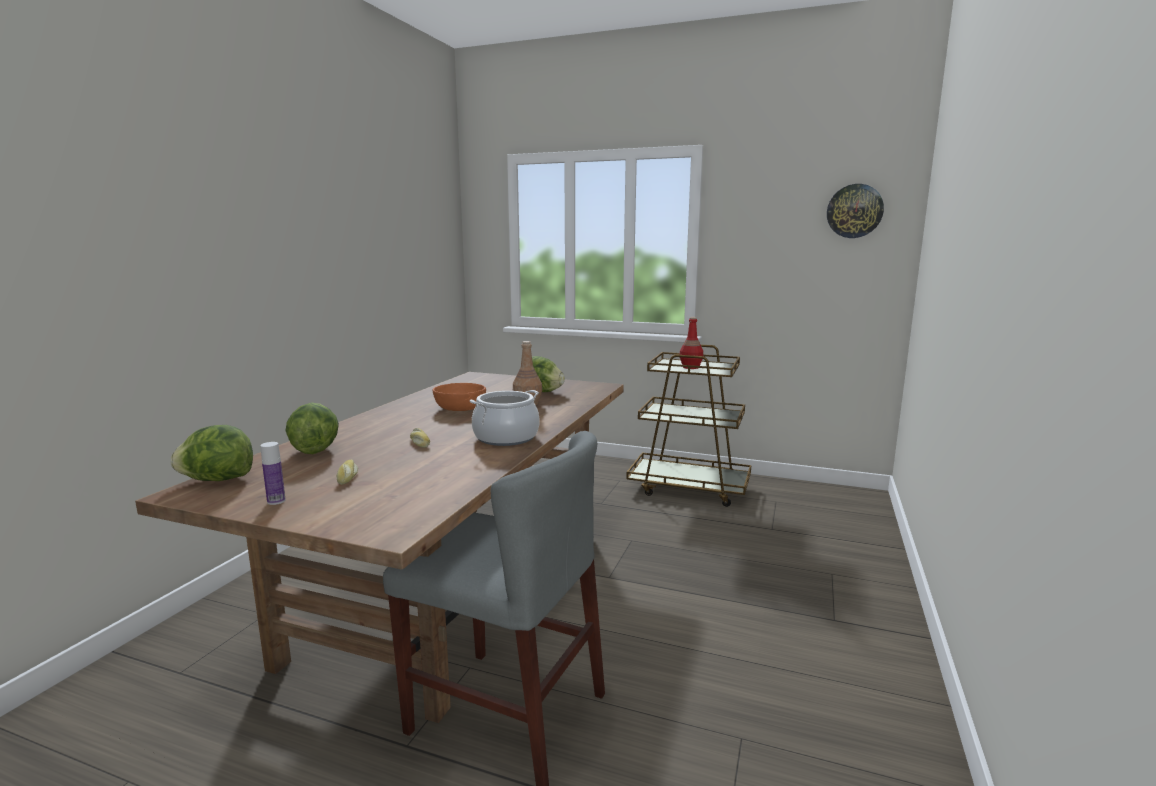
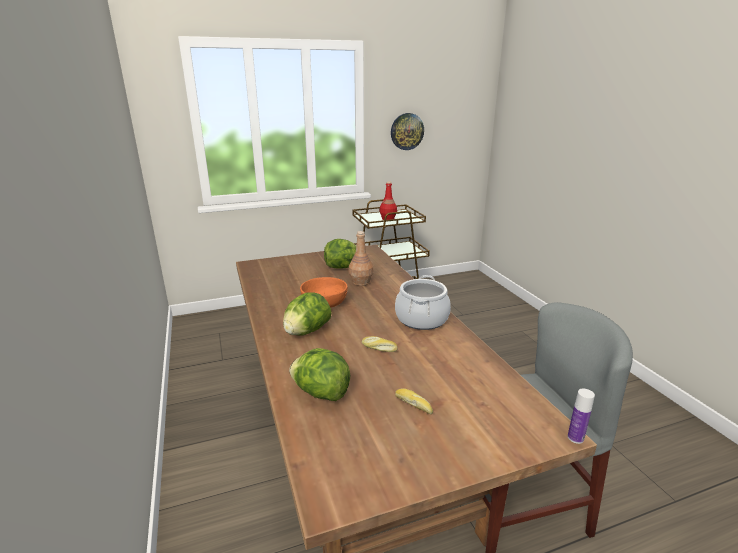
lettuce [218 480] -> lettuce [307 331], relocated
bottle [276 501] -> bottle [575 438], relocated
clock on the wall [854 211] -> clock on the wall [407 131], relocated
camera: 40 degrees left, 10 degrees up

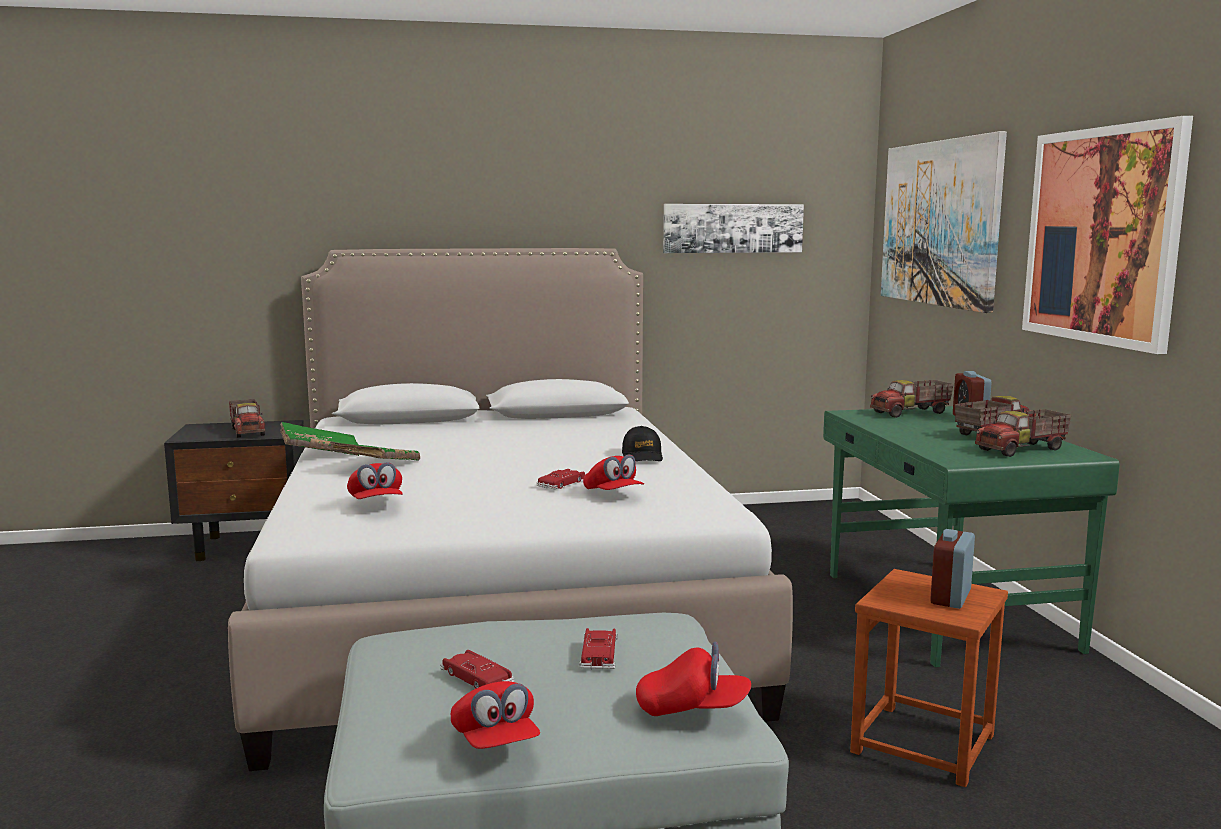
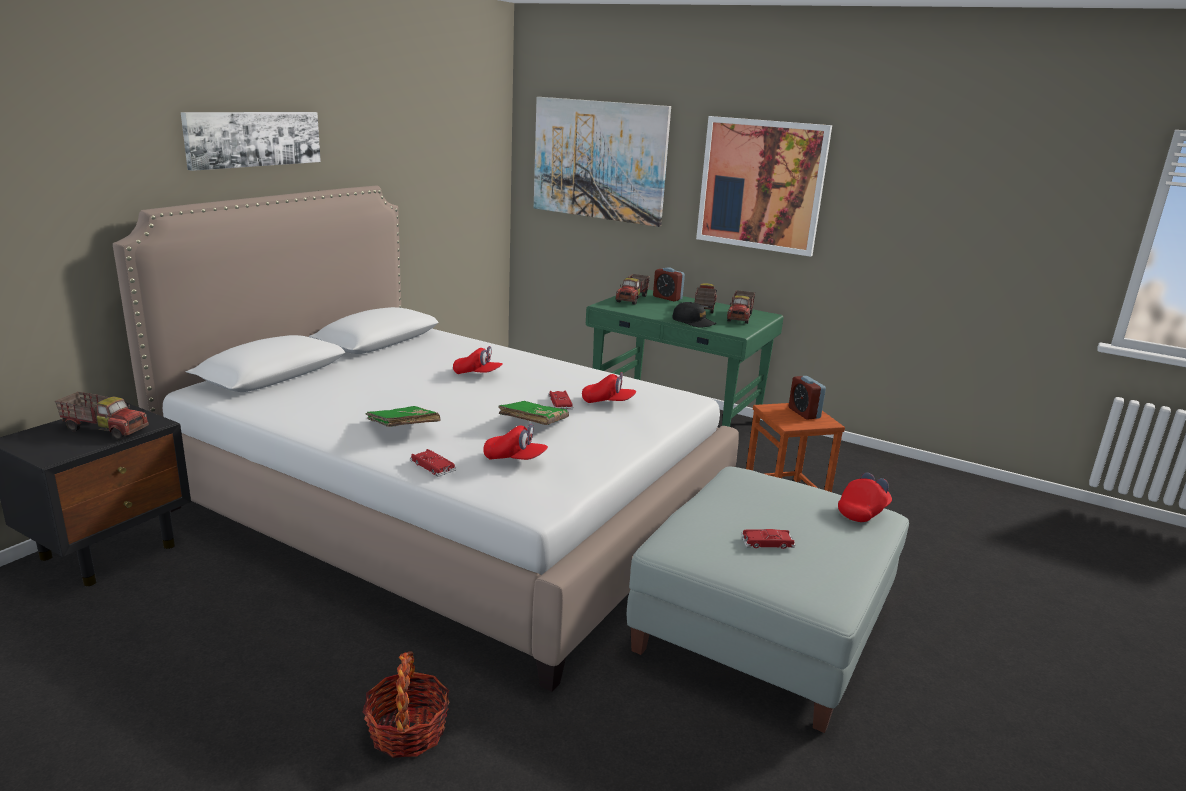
green volume [320 453] -> green volume [533 424], relocated
red-coloured baseball cap [495 742] -> red-coloured baseball cap [477 374], relocated
red-coloured miniature car [599 655] -> red-coloured miniature car [432 466], relocated
blackish baseball cap [642 456] -> blackish baseball cap [693 322], relocated
wall picture [732 228] -> wall picture [254 139], relocated
none -> basket [407 731]
camera: 50 degrees left, 10 degrees up

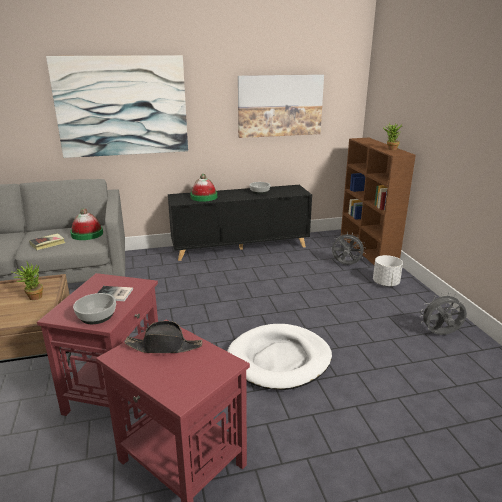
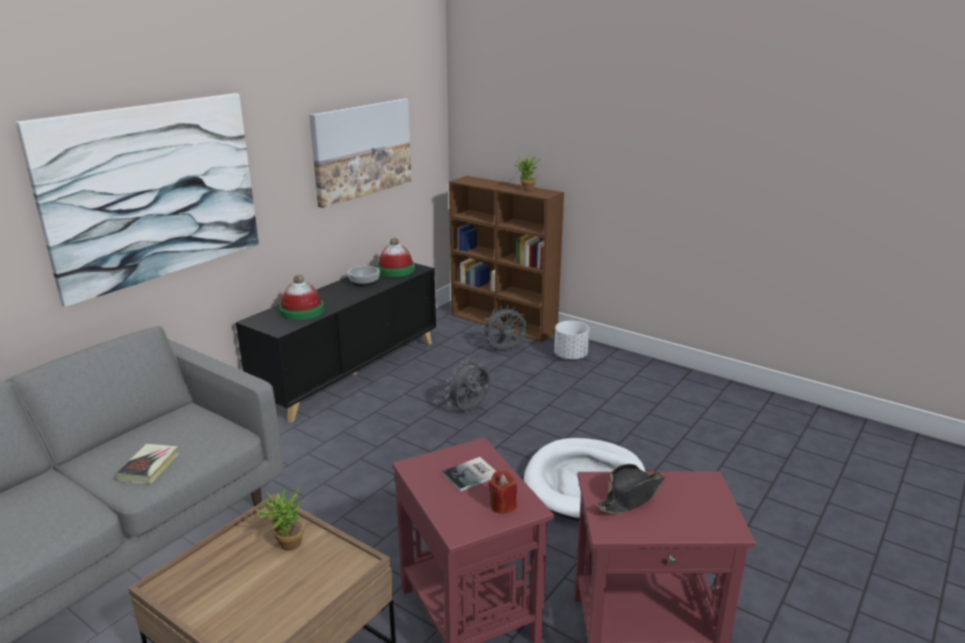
wearable hat [87 234] -> wearable hat [395 270], relocated
bowl [96 315] -> red-coloured wax light [503 505]
grey cooling fan [440 334] -> grey cooling fan [470 409], relocated
camera: 40 degrees left, 0 degrees up

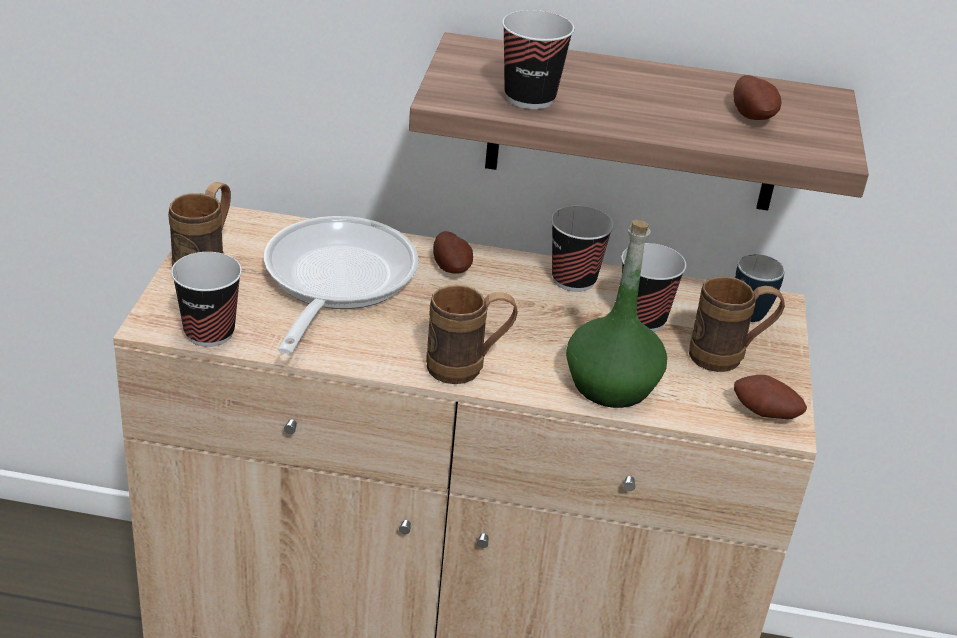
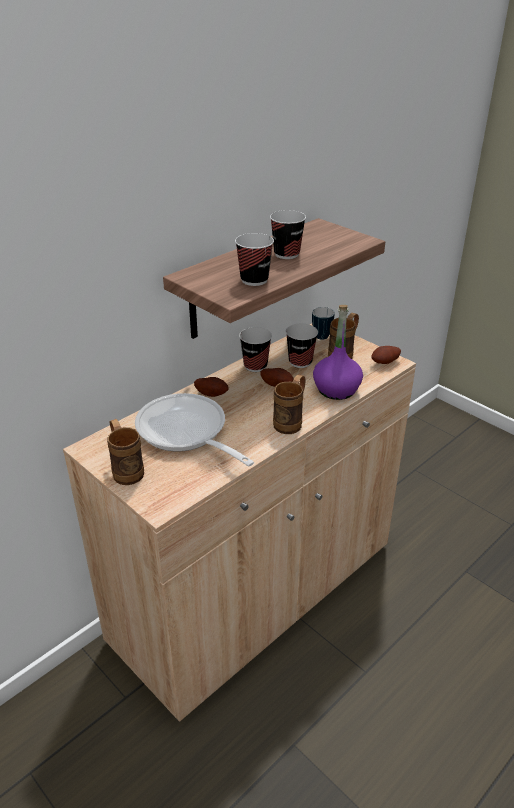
small cup [209 332] -> small cup [286 254], relocated
green bottle [611 384] -> purple-coloured bottle [336 389]
potato [753 116] -> potato [277 384], relocated
camera: 50 degrees left, 0 degrees up

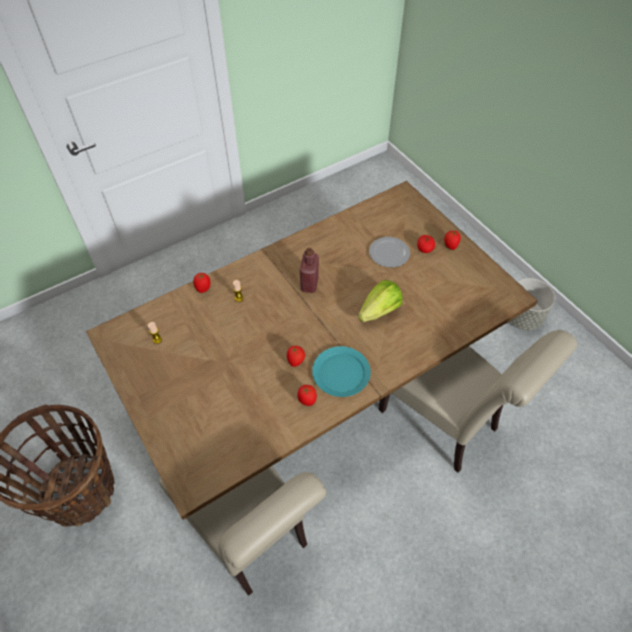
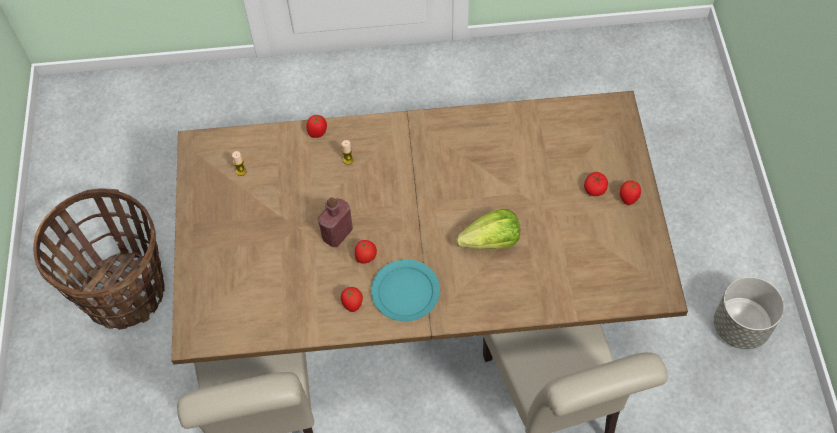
red-coloured bottle [309 284] -> red-coloured bottle [337 234], relocated
dinner plate [389 254] -> none
camera: 30 degrees right, 5 degrees up

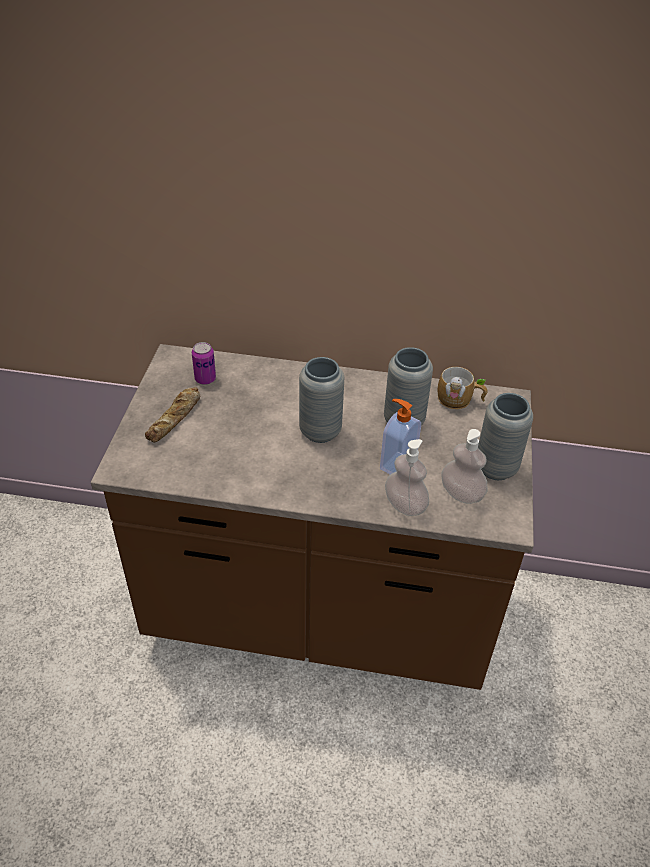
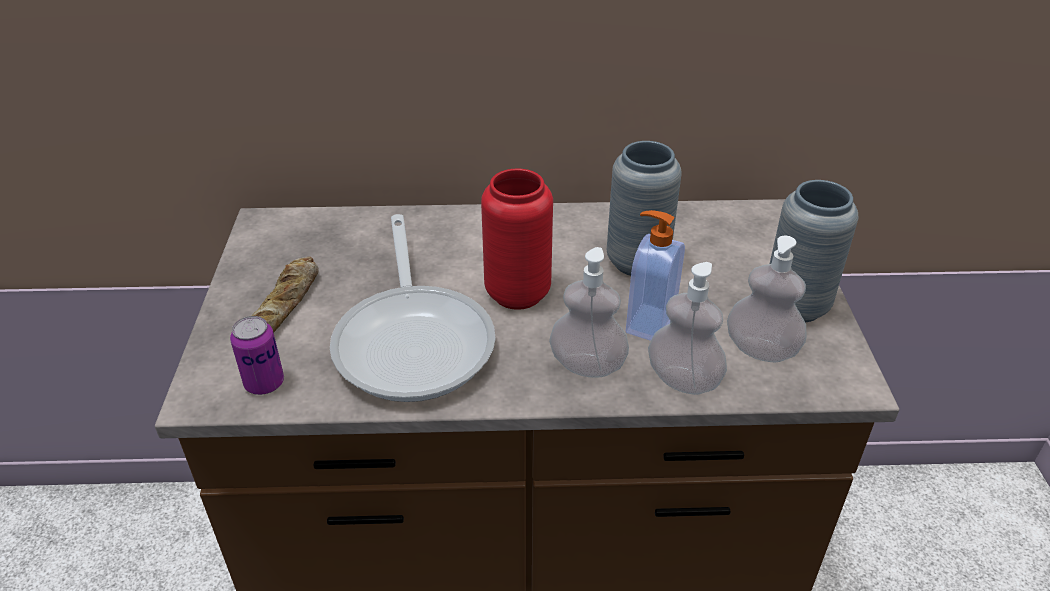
can [205 379] -> can [264 383], relocated
grey decorative vase [320 431] -> red-coloured decorative vase [517 294]
mug [460 400] -> none
none -> frying pan [415 340]
none -> liquid soap bottle [587 365]
camera: 10 degrees left, 5 degrees down

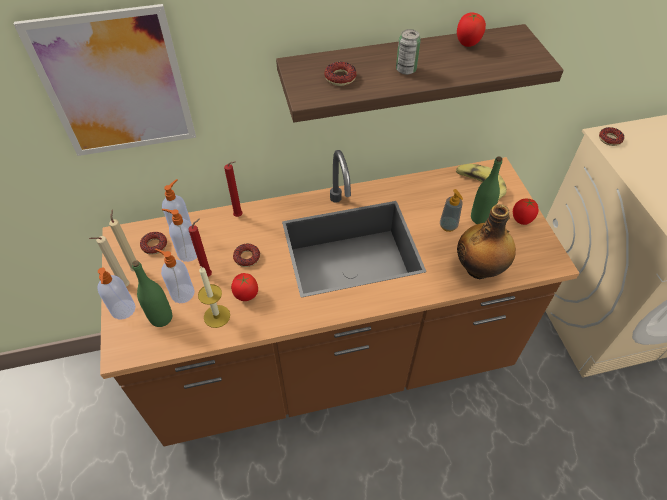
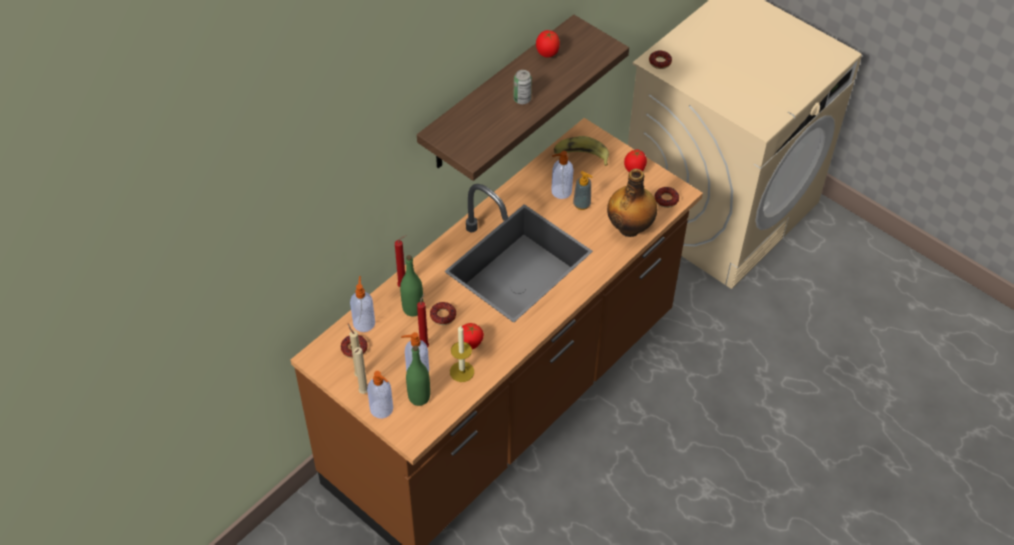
wall picture [116 85] -> none
liquid soap bottle [187 253] -> liquid soap bottle [560 191], relocated
ring doughnut [340 78] -> ring doughnut [666 199], relocated
green bottle [480 218] -> green bottle [413 309], relocated
camera: 35 degrees left, 0 degrees up

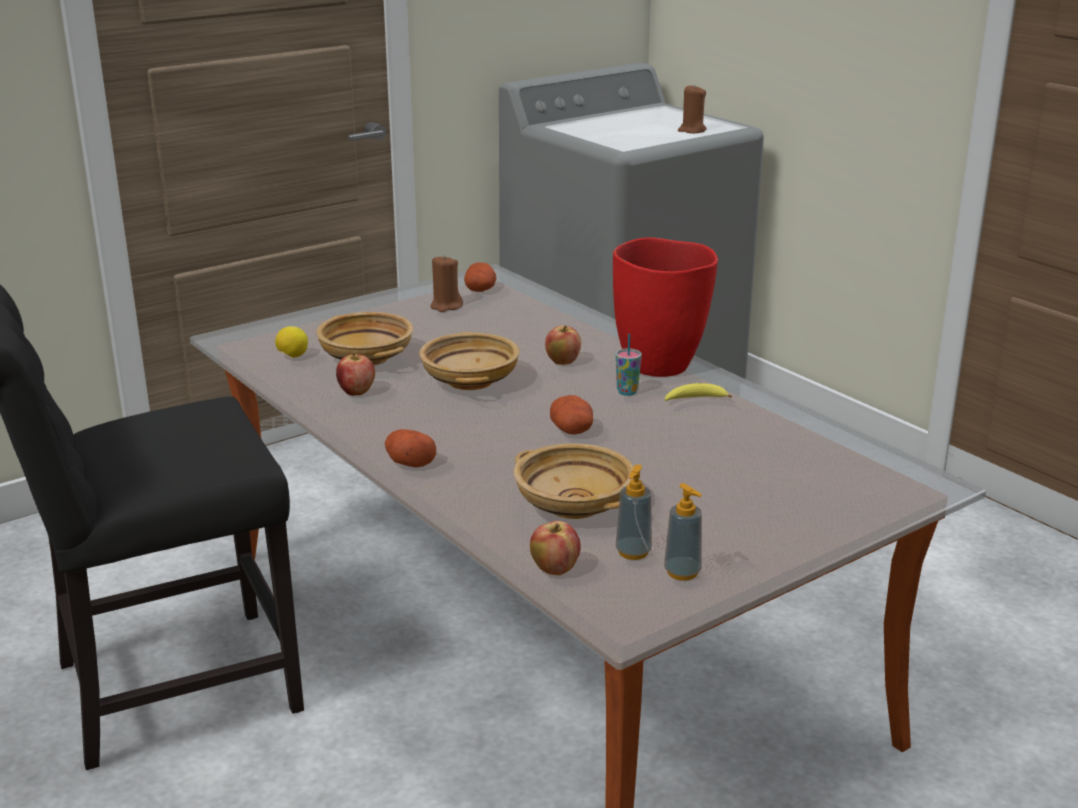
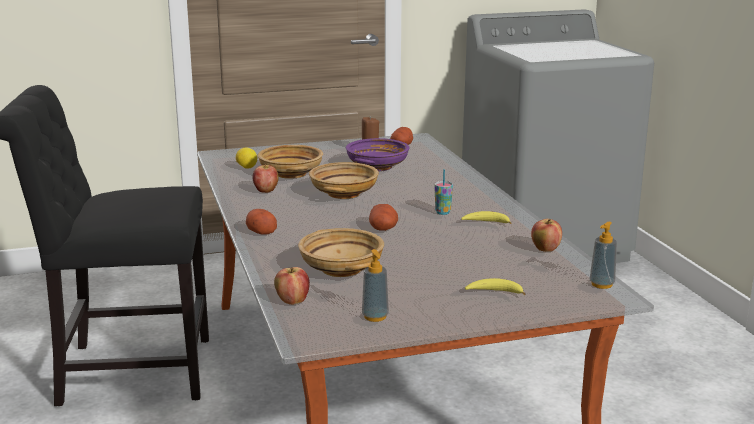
whole apple [562 362] -> whole apple [545 249], relocated
red-coloured decorative vase [659 365] -> none
liquid soap bottle [633 552] -> liquid soap bottle [601 284], relocated
brown wax light [692 130] -> none
none -> purple-coloured bowl [377 167]
none -> whole banana [494 292]
camera: 20 degrees right, 5 degrees down

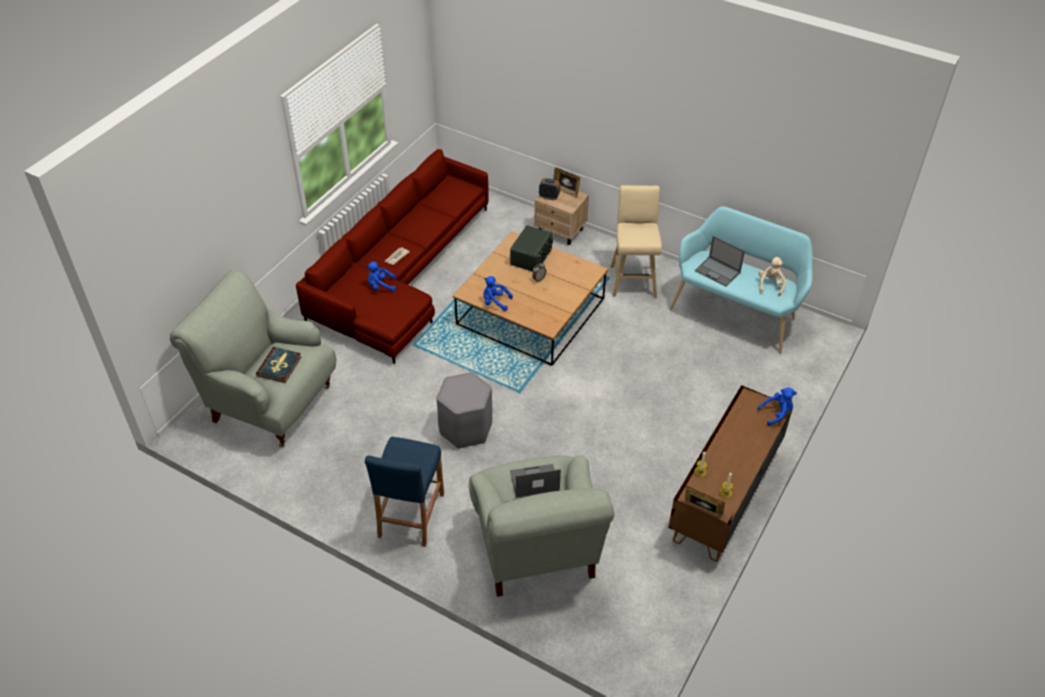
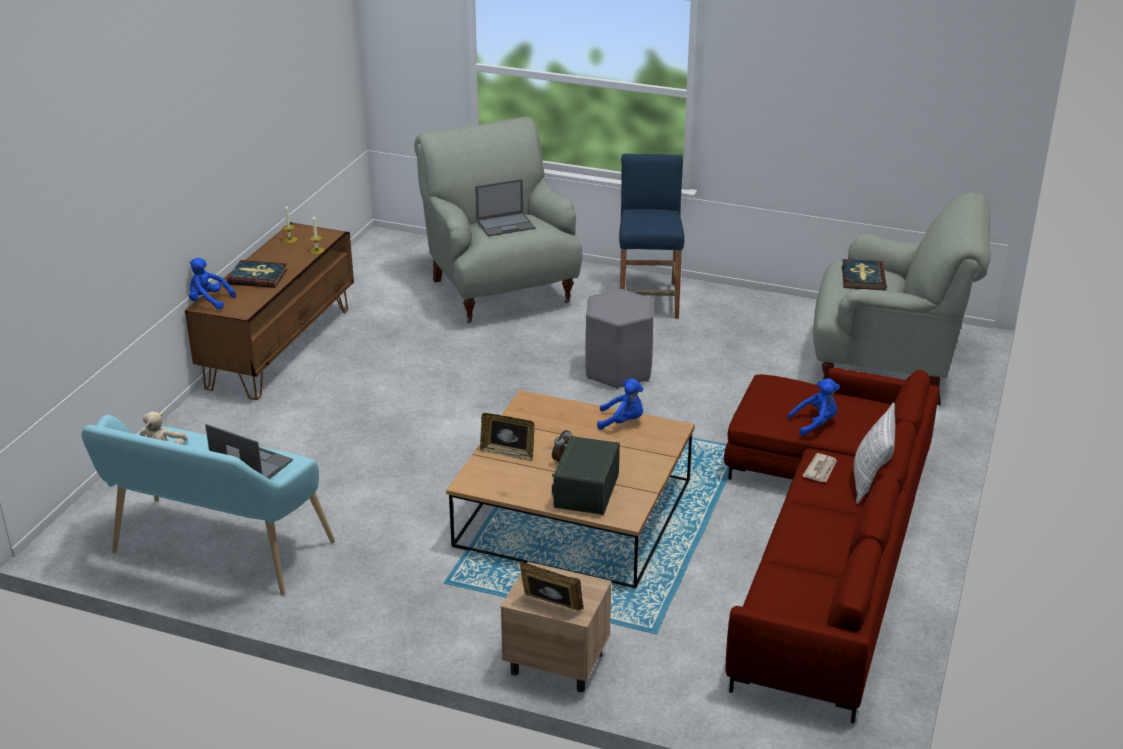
alarm clock [549 197] -> none
beige sitting stool [633 279] -> none
picture frame [702 510] -> picture frame [508 453], relocated
bluish soft toy [777 413] -> bluish soft toy [209 301], 45 degrees clockwise
none -> volume [258 277]
none -> pillow [870 483]
camera: 170 degrees right, 15 degrees down

